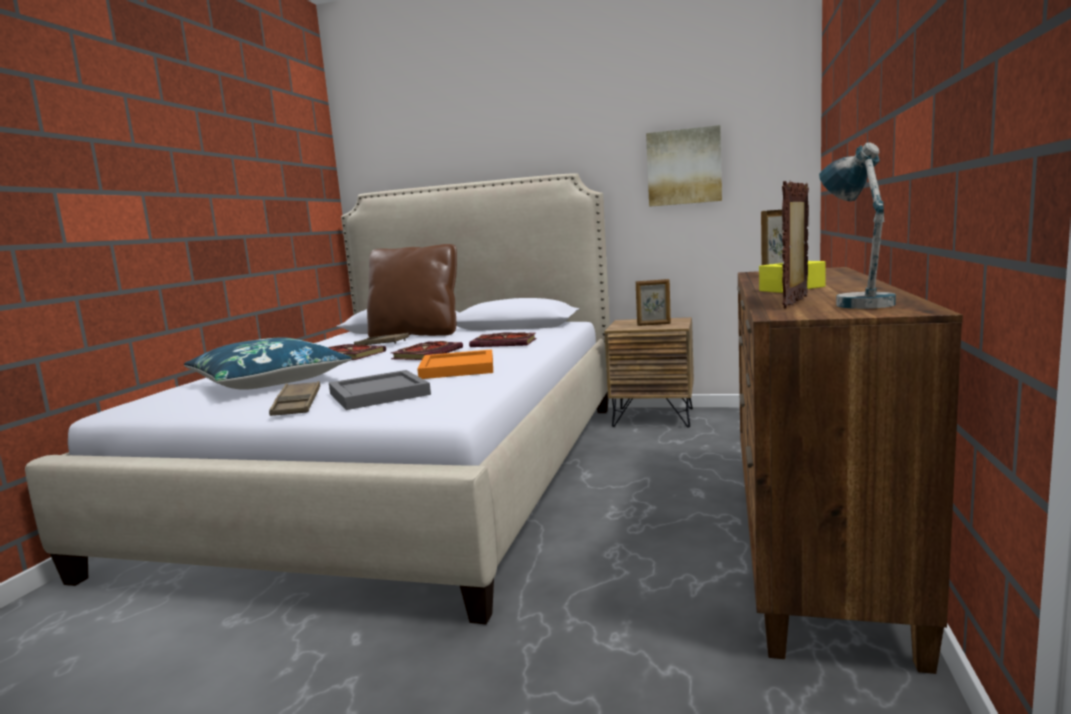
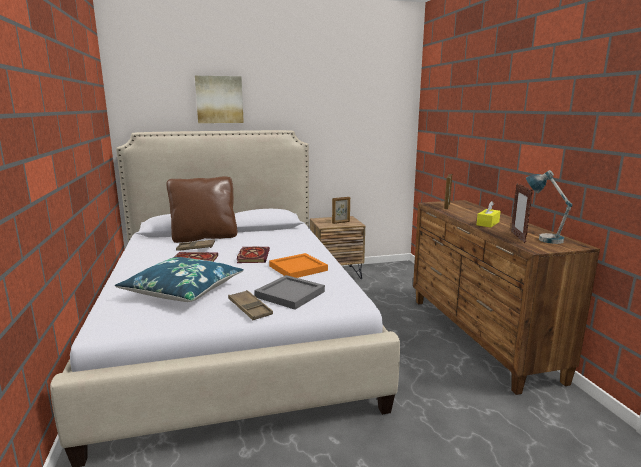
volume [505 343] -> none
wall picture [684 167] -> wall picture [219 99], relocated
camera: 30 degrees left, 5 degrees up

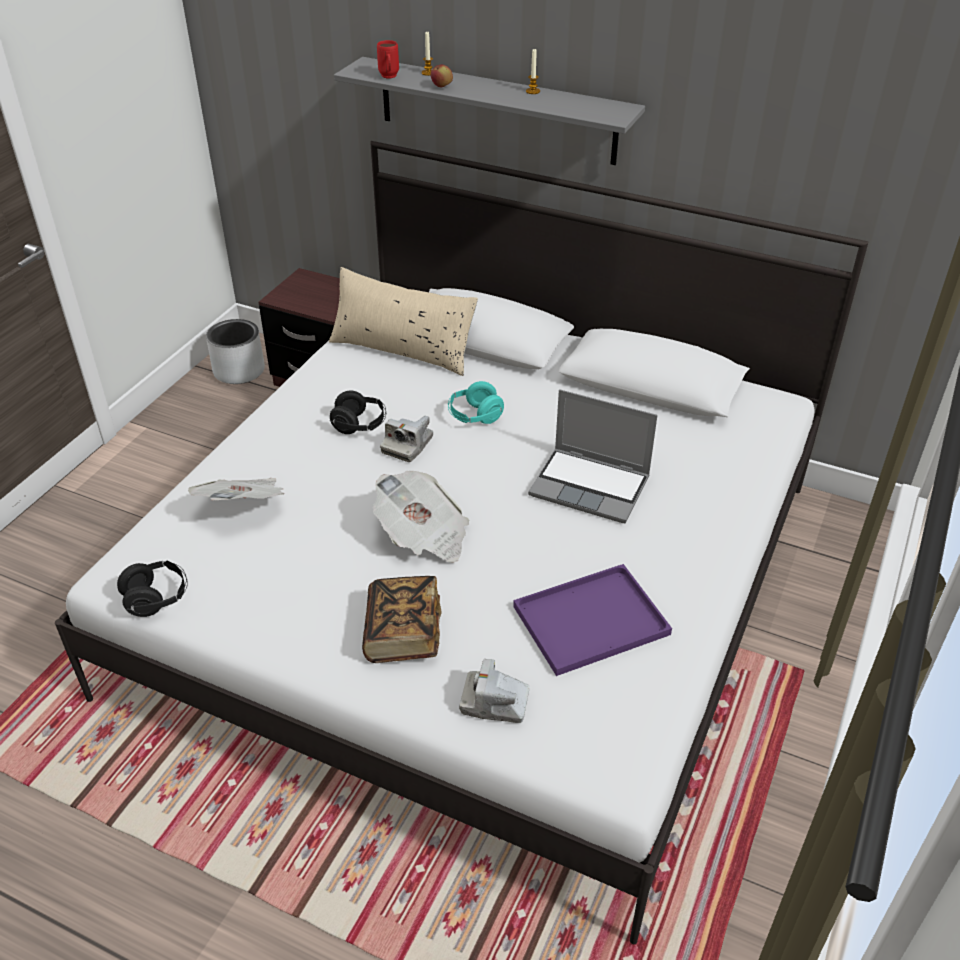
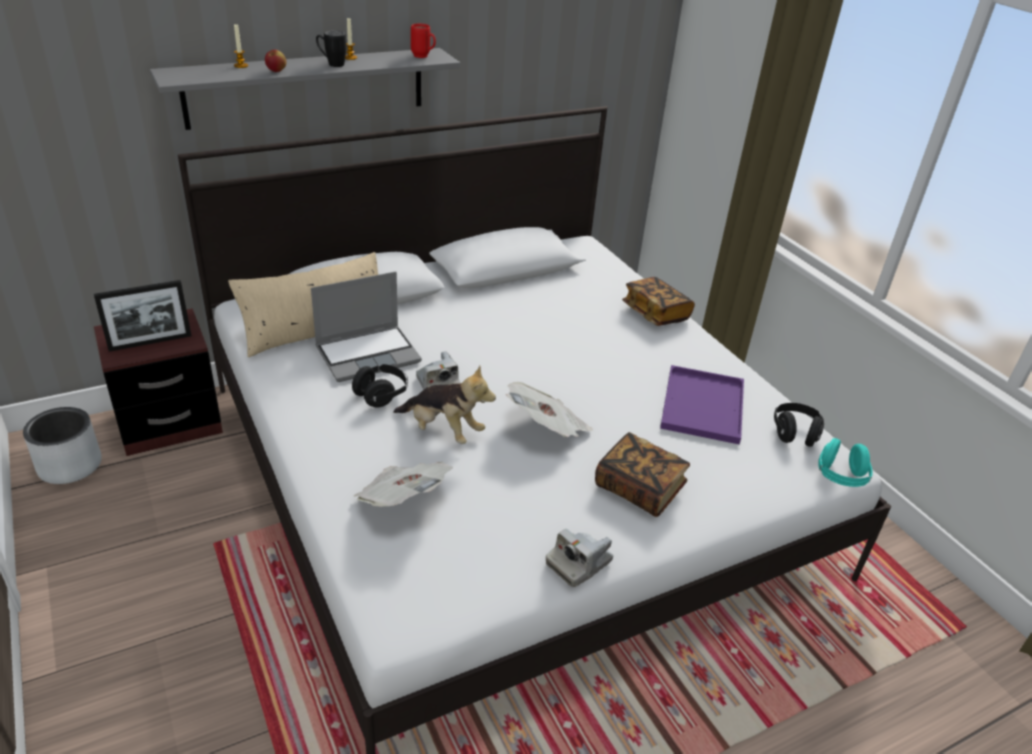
blackish headset [157 599] -> blackish headset [795 434], relocated
red-coloured mug [389 77] -> red-coloured mug [423 57], relocated
turquoise-coloured headset [475 417] -> turquoise-coloured headset [840 476], relocated
still camera [494 702] -> still camera [579 563], relocated
notebook computer [591 486] -> notebook computer [369 354], relocated
none -> picture frame [150 342]
none -> blackish mug [331 64]
none -> soft toy [443 430]
none -> volume [655 313]
camera: 55 degrees left, 5 degrees down

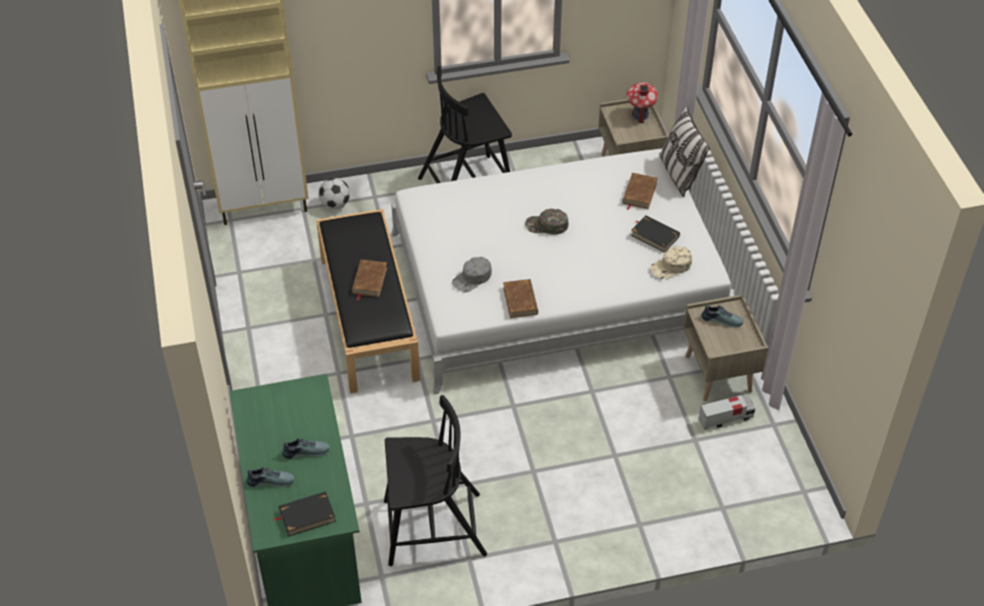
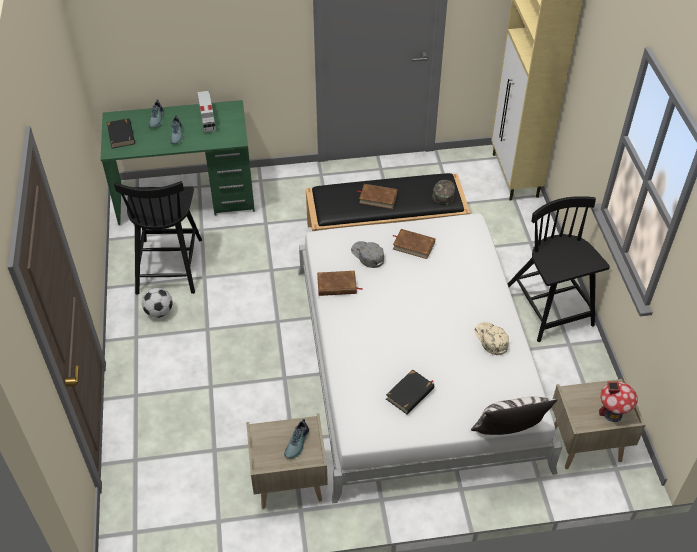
football [335 204] -> football [159 312], relocated
green baseball cap [546 225] -> green baseball cap [443 193], relocated
brown volume [639 193] -> brown volume [413 245], relocated
beige baseball cap [671 266] -> beige baseball cap [491 339], relocated
model truck [726 419] -> model truck [207 120], relocated
camera: 95 degrees right, 0 degrees up

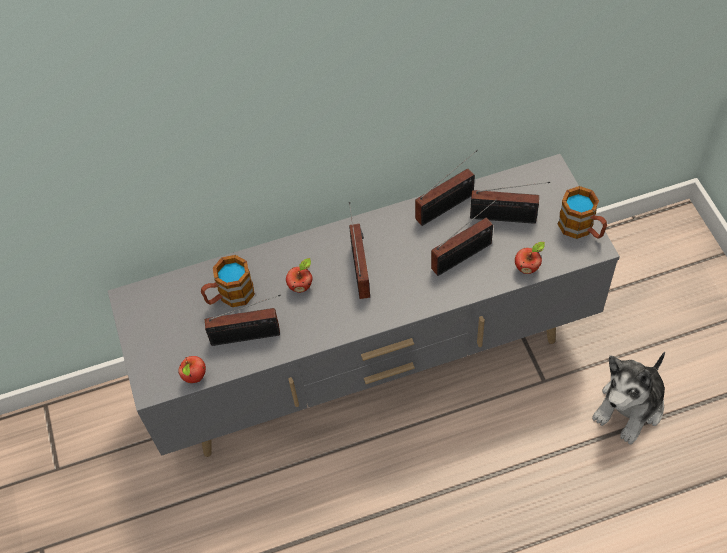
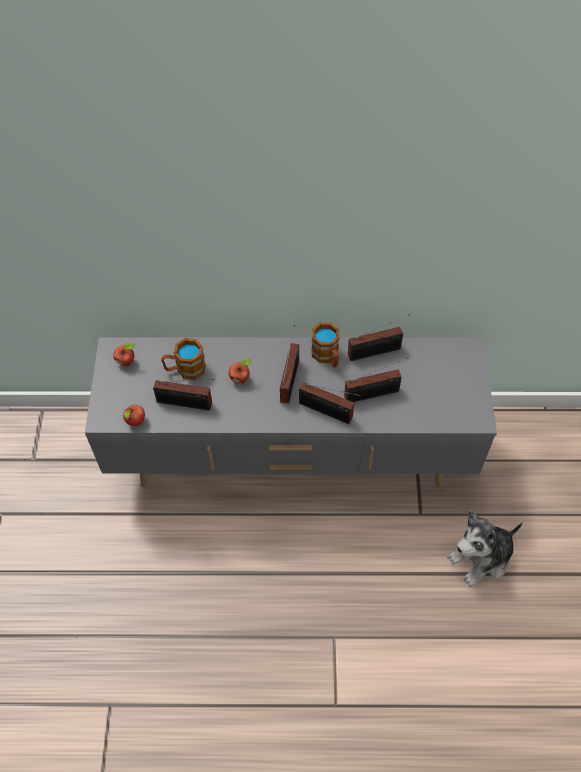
radio set [507 217] -> radio set [328 412], relocated
whole apple [527 268] -> whole apple [127 361], relocated
mug [581 228] -> mug [327 356], relocated
camera: 15 degrees right, 0 degrees up

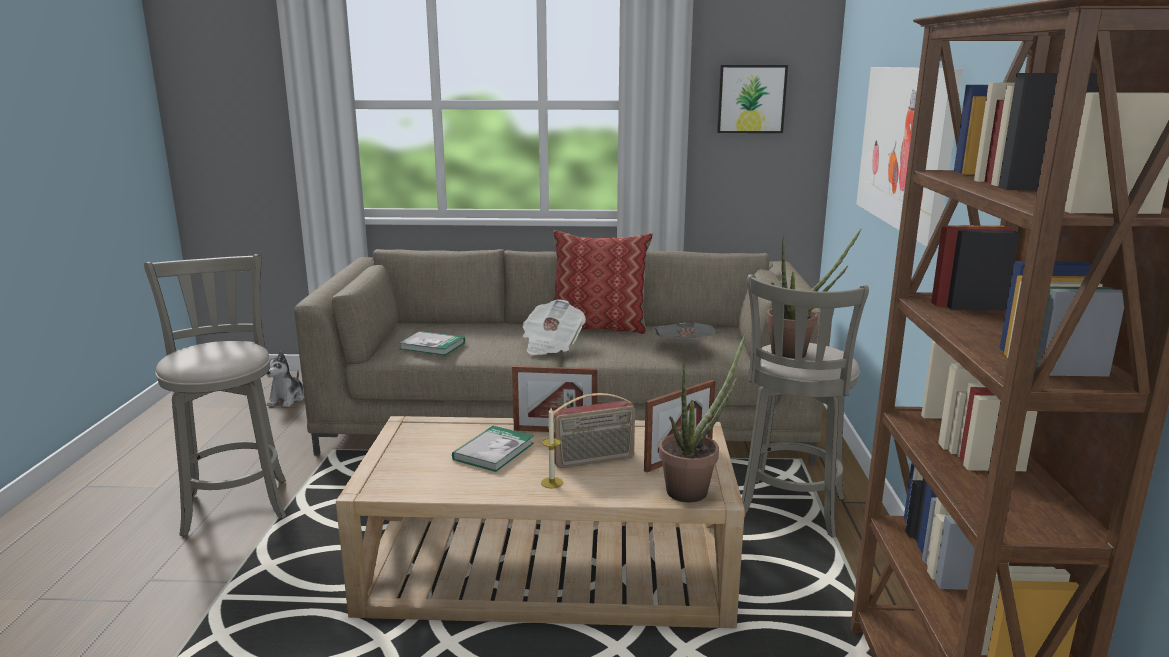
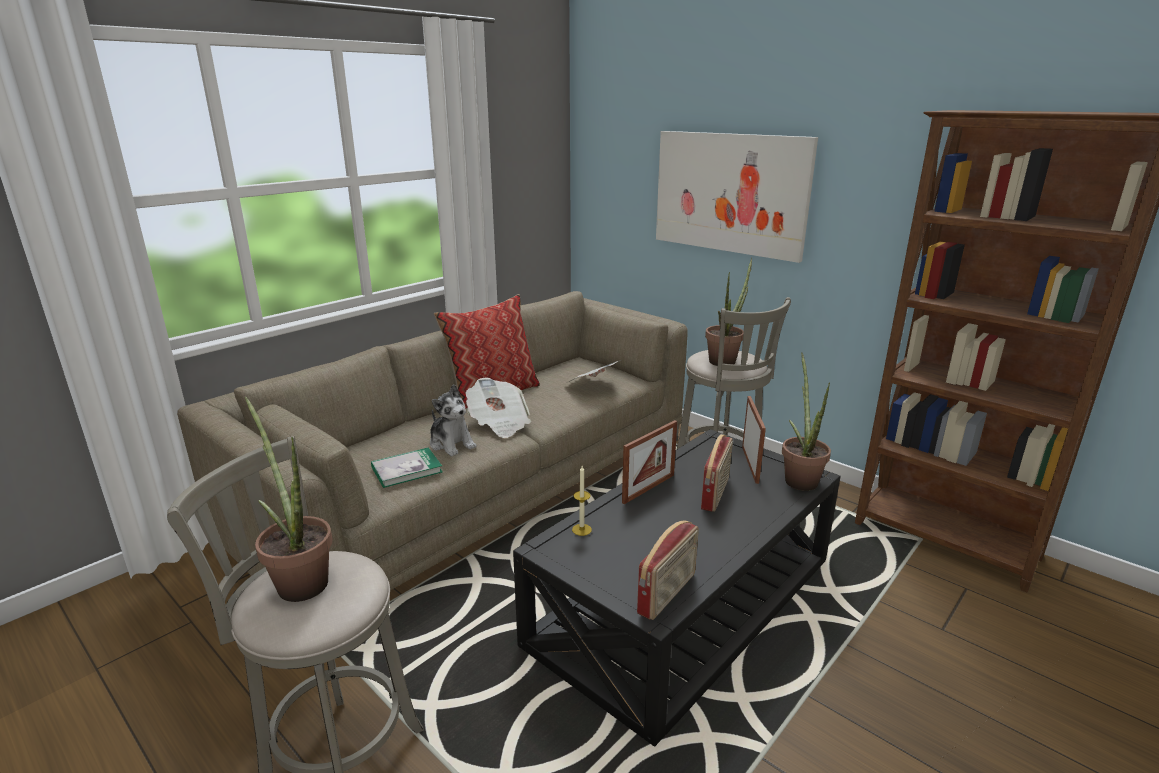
soft toy [287 399] -> soft toy [451 444], relocated
beige lounge table [549 565] -> blackish lounge table [682 599]
volume [493 451] -> none
wax light [552 482] -> wax light [581 529], relocated
wall picture [751 99] -> none
none -> potted plant [299 579]
none -> radio set [668 594]
camera: 50 degrees left, 5 degrees up

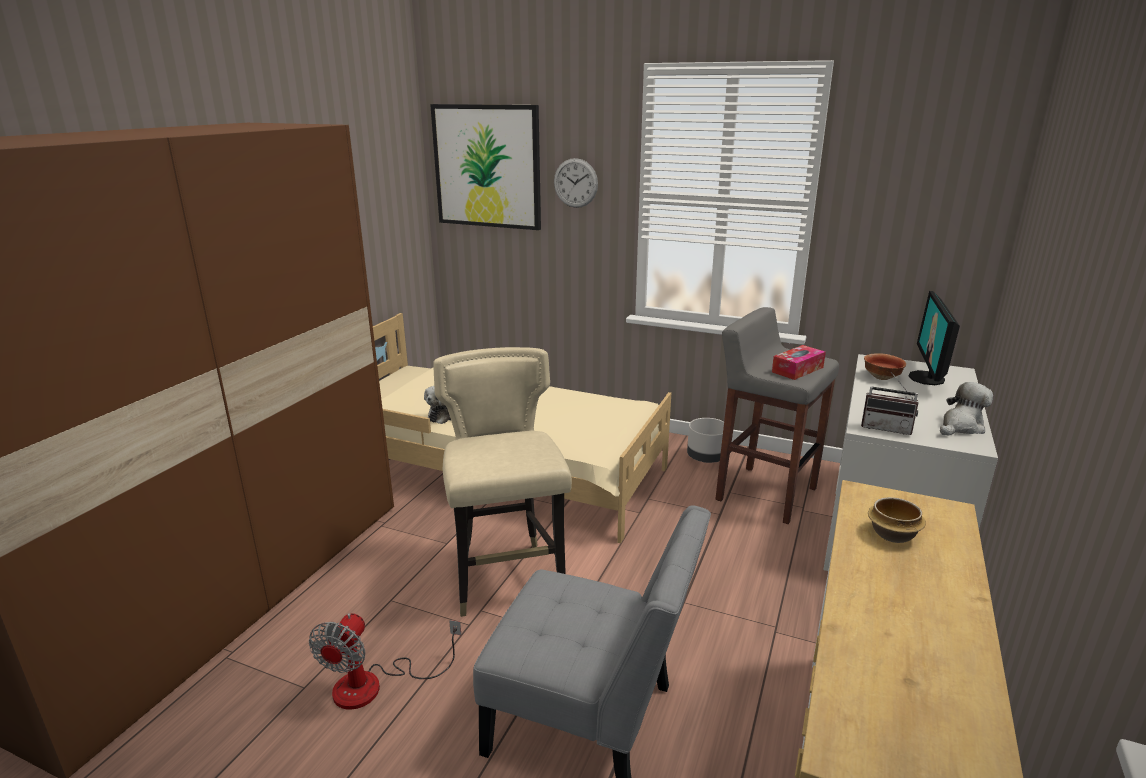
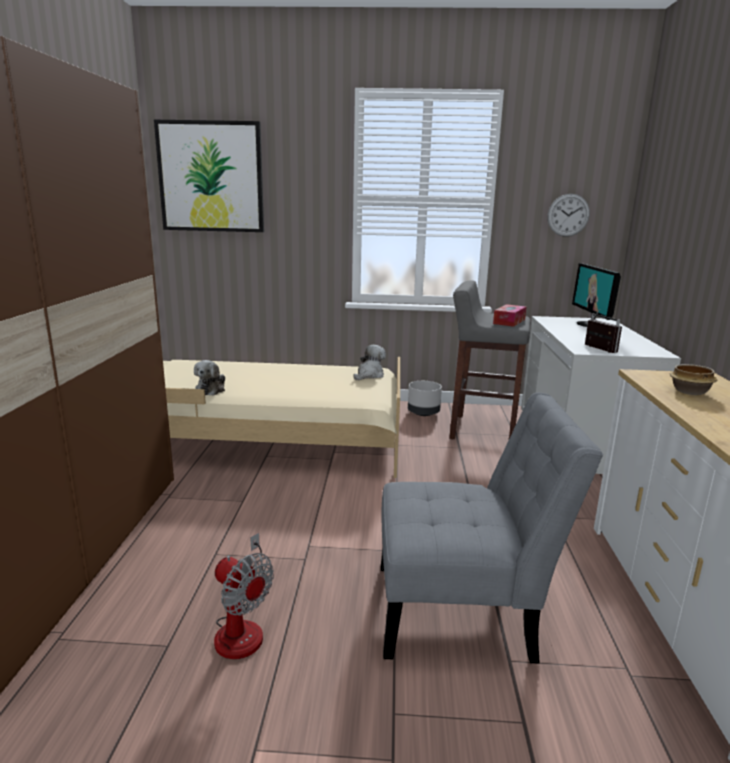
cooling fan [374 685] -> cooling fan [243 626], 45 degrees counterclockwise
beige plain chair [508 580] -> none
clock on the wall [575 183] -> clock on the wall [568 215], relocated
radio set [886 428] -> radio set [597 349], 120 degrees counterclockwise
bowl [882 377] -> none
soft toy [961 427] -> soft toy [369 375], relocated
camera: 20 degrees left, 5 degrees down

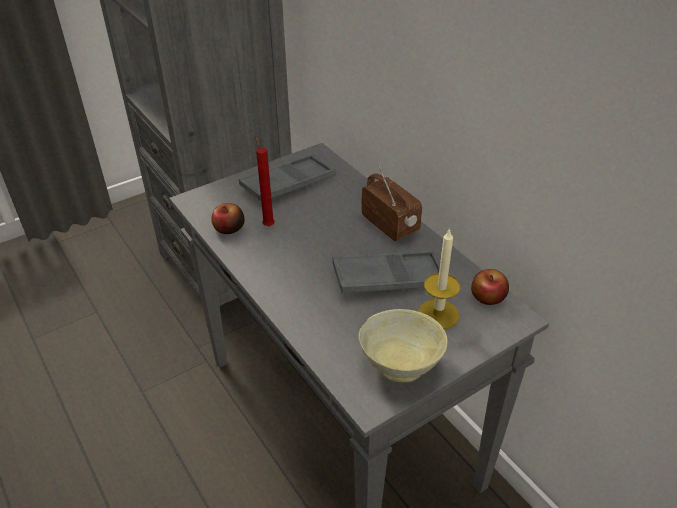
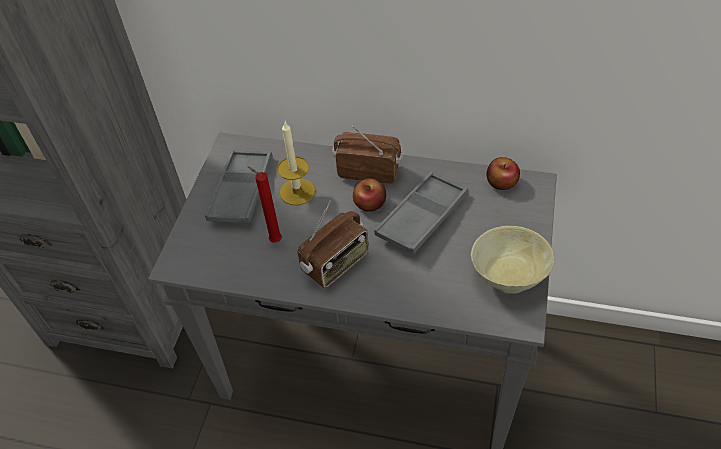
whole apple [229 228] -> whole apple [370 203], relocated
wax light [438 314] -> wax light [297 191], relocated
none -> radio set [336 264]
camera: 40 degrees left, 10 degrees up

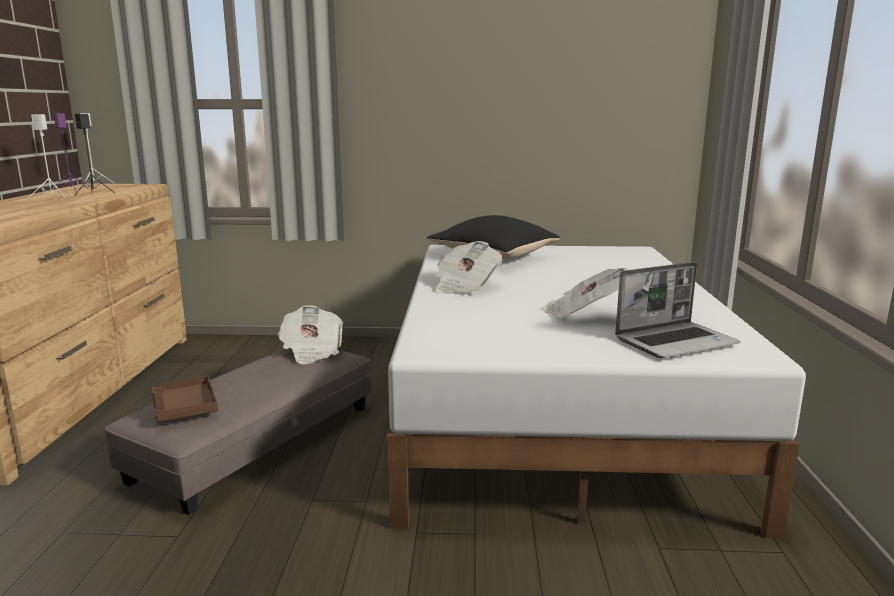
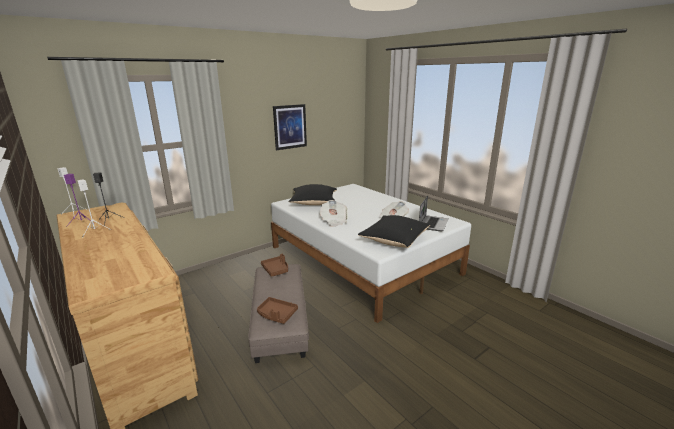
daily paper [311 351] -> brown carrying tray [276 270]
none -> wall picture [290 127]
none -> blackish pillow [394 240]
camera: 40 degrees left, 5 degrees up

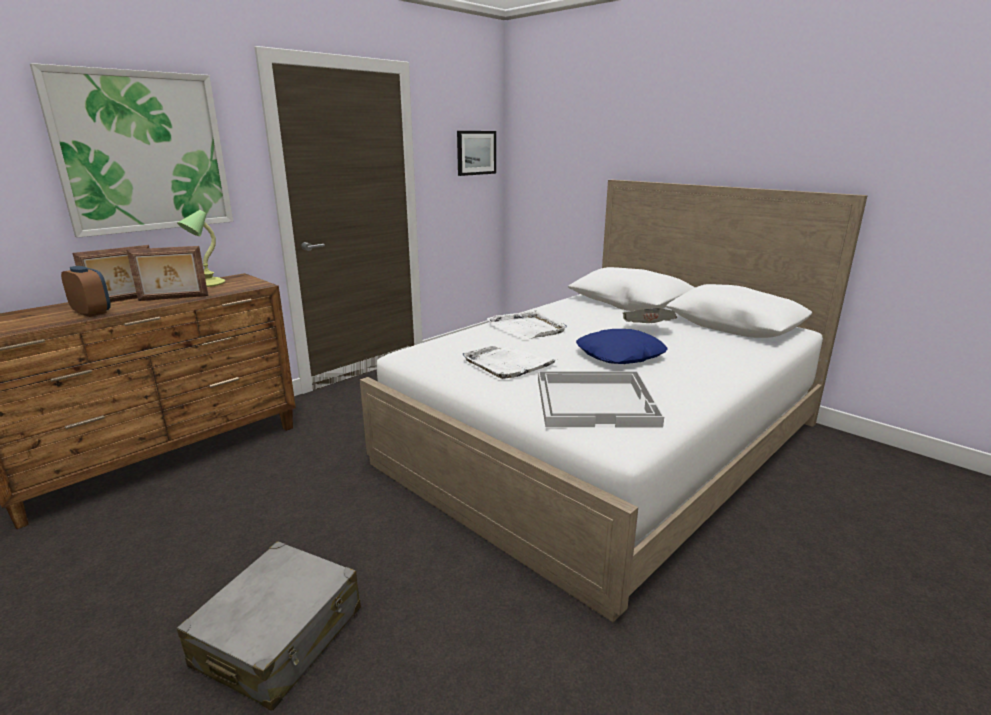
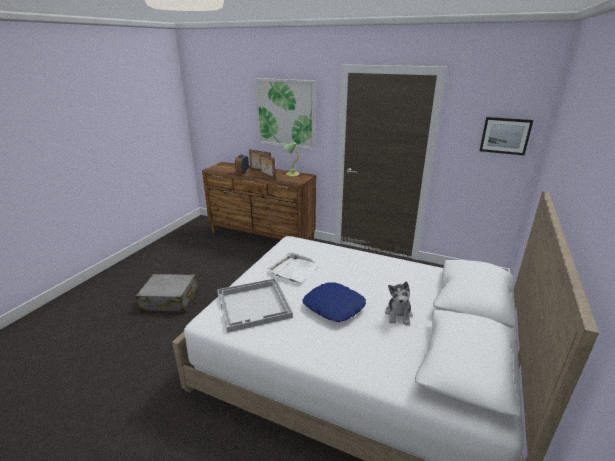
whitish carrying tray [527 328] -> none
daily paper [647 331] -> soft toy [398 314]
camera: 70 degrees right, 5 degrees up

